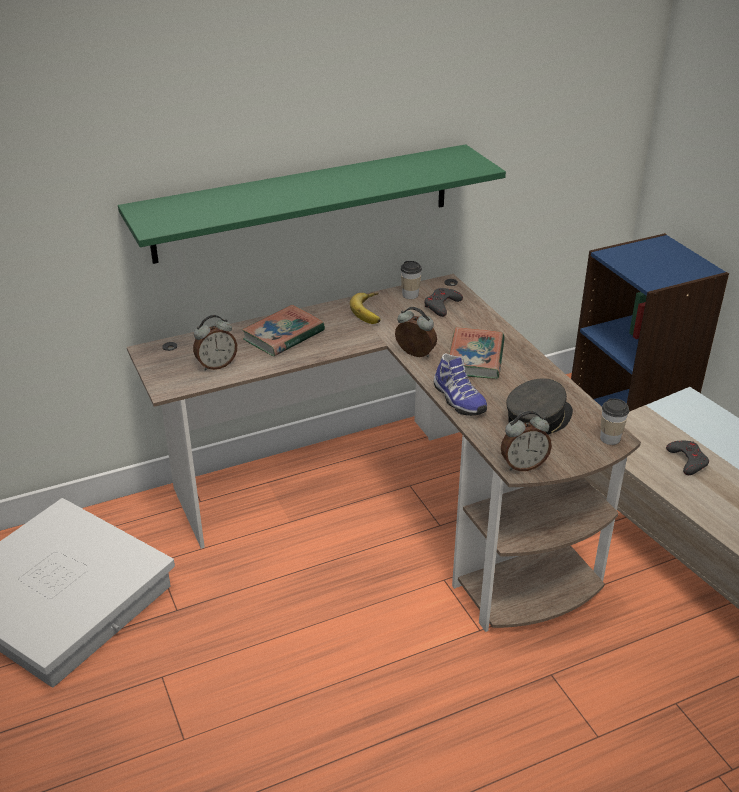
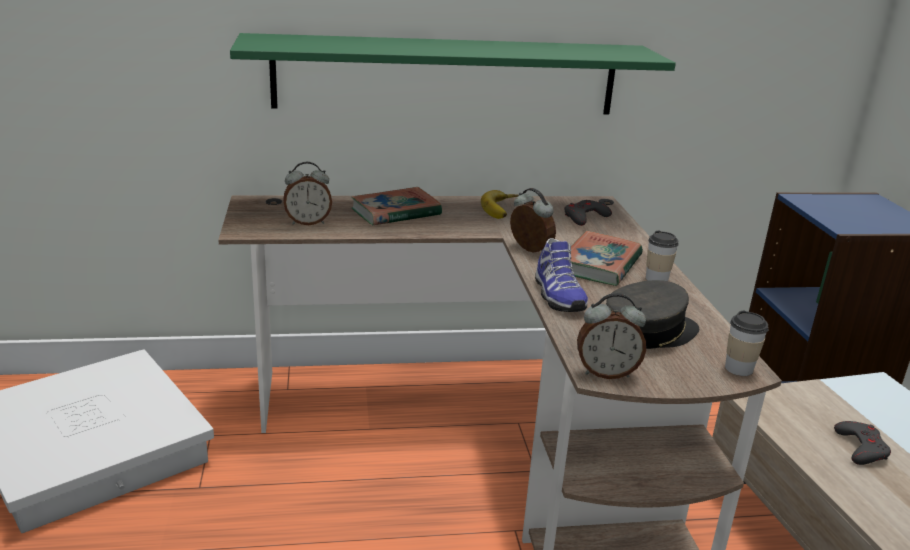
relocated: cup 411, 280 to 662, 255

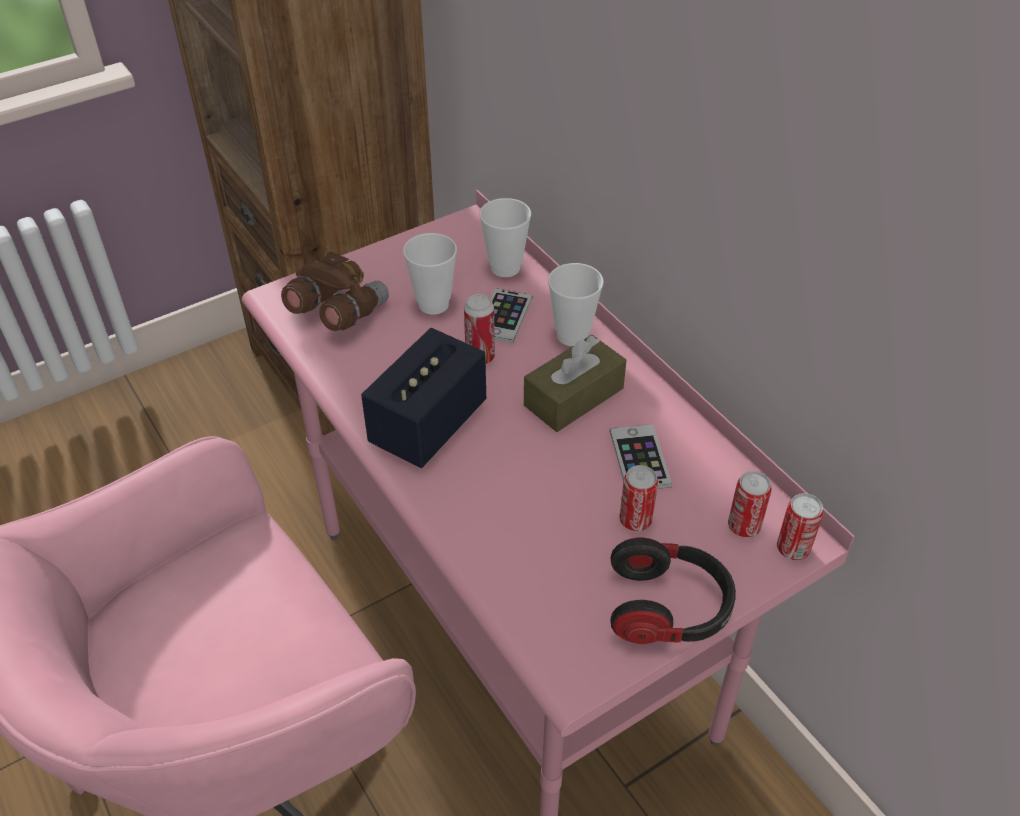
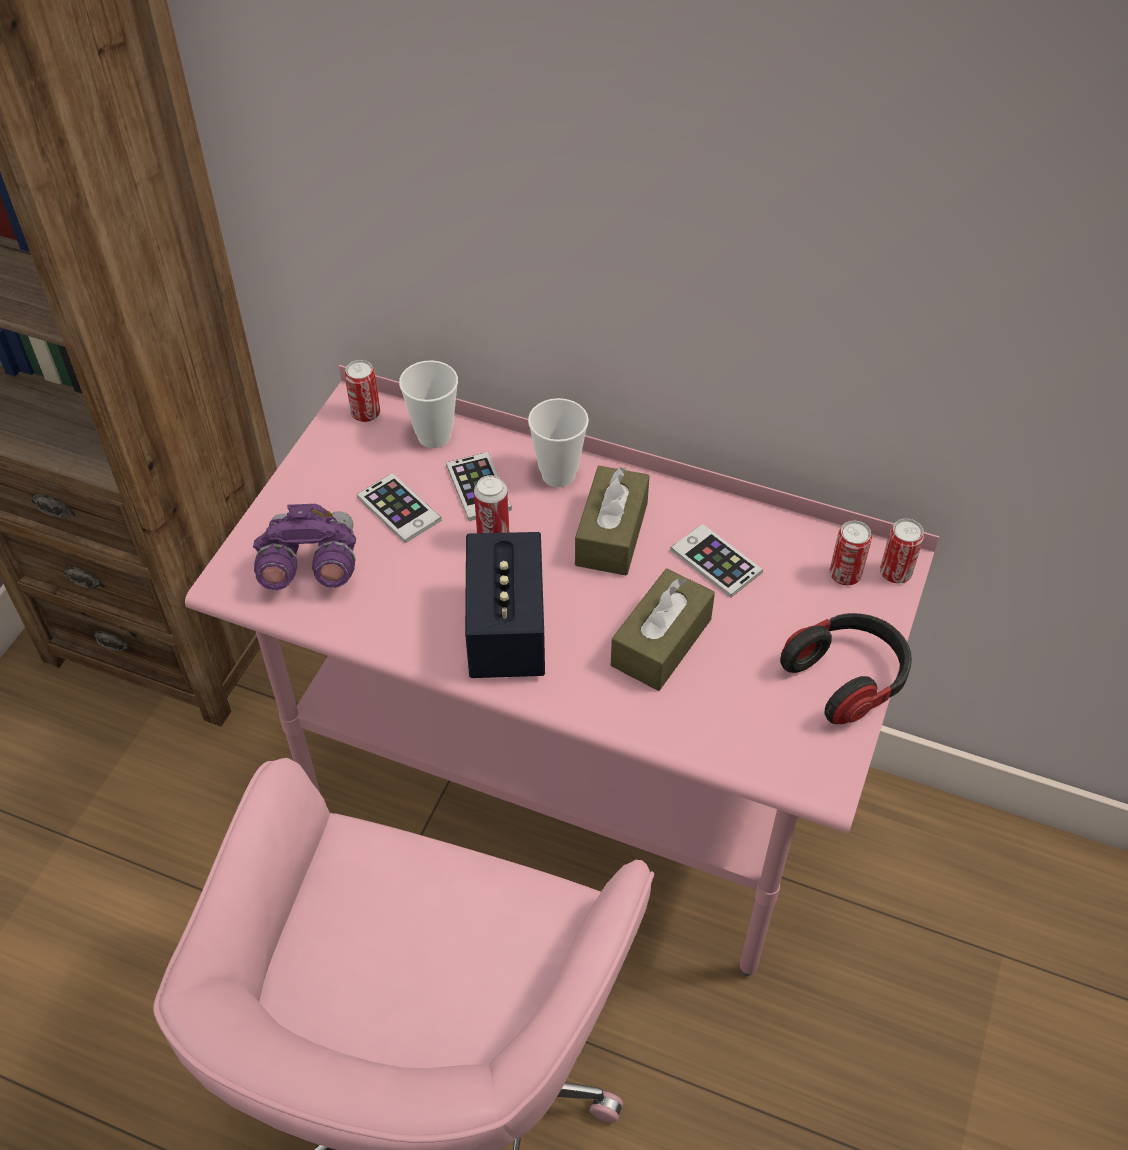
appeared: tissue box (brown) 663, 630
relocated: can 638, 498 to 362, 391
exchanged: cup 430, 274 to phone 399, 508
colour: binoculars (brown) 335, 291 to binoculars (purple) 304, 547

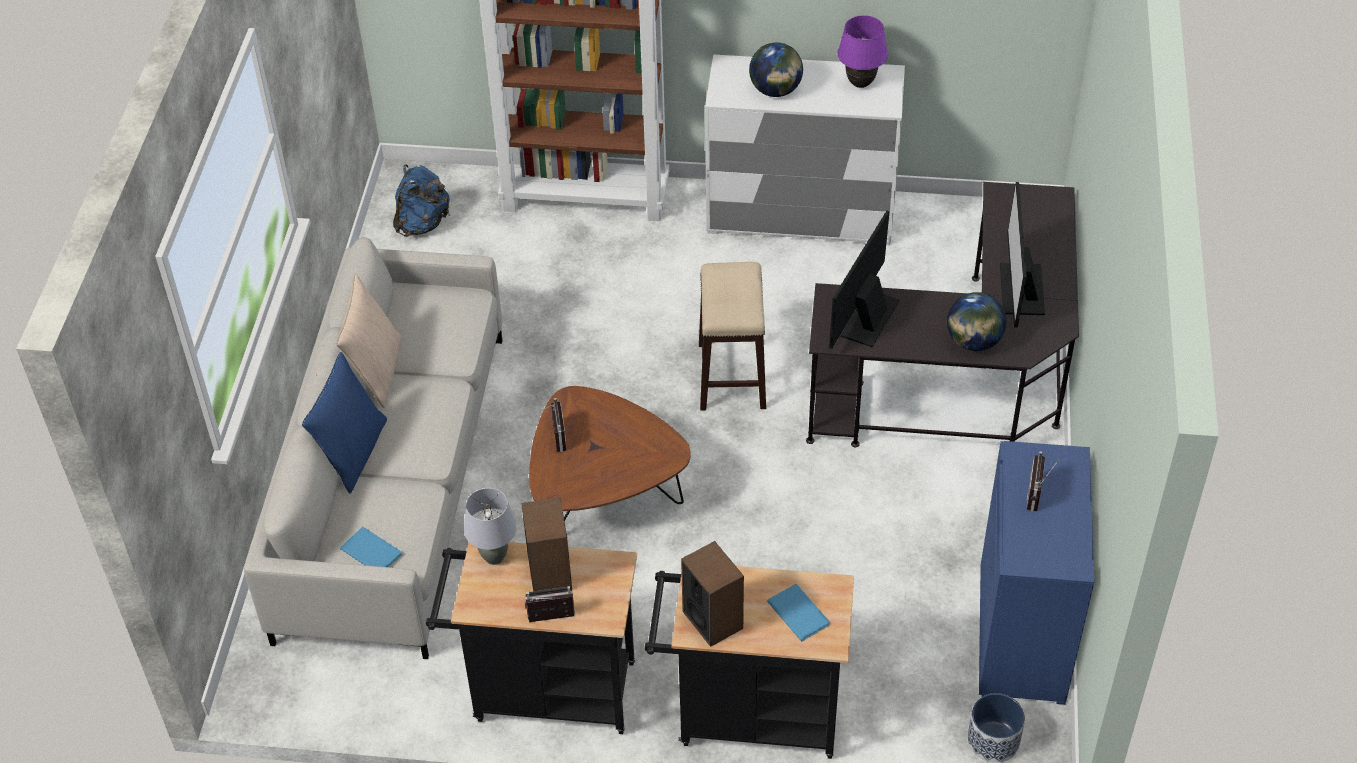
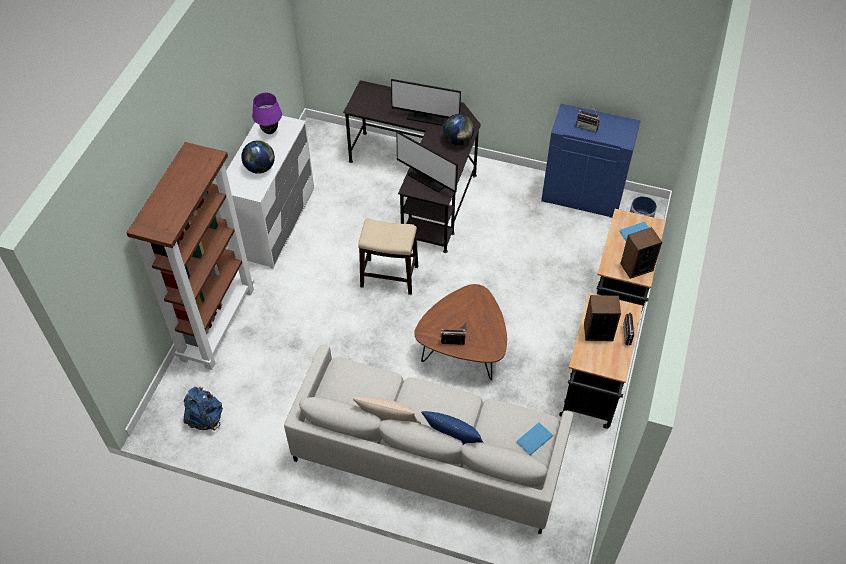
missing: table lamp (grey) 490, 526

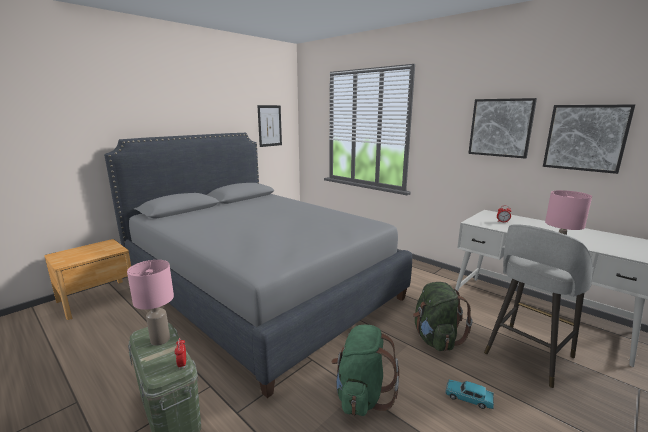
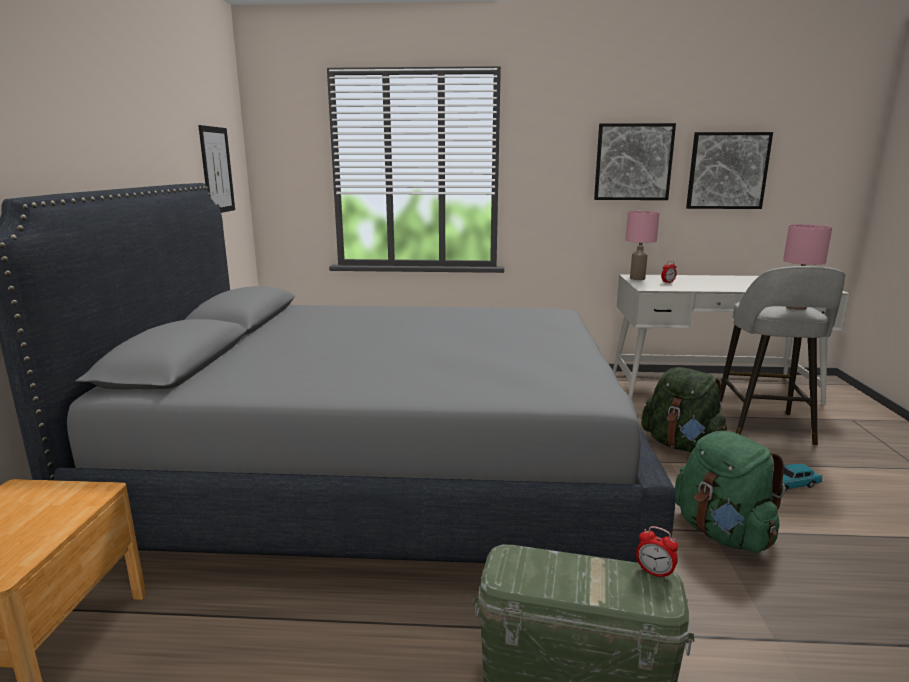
relocated: table lamp (pink) 150, 303 to 643, 245

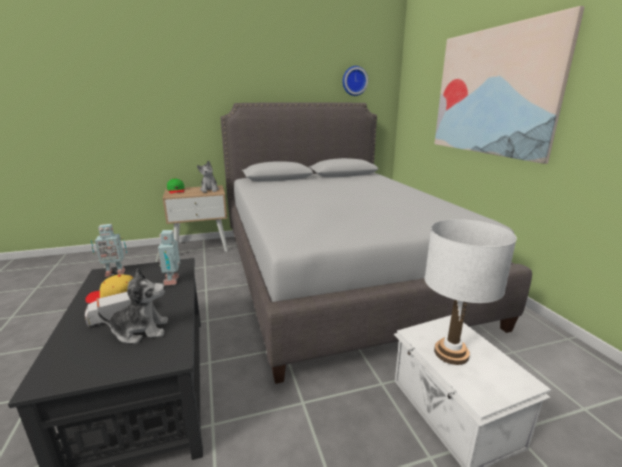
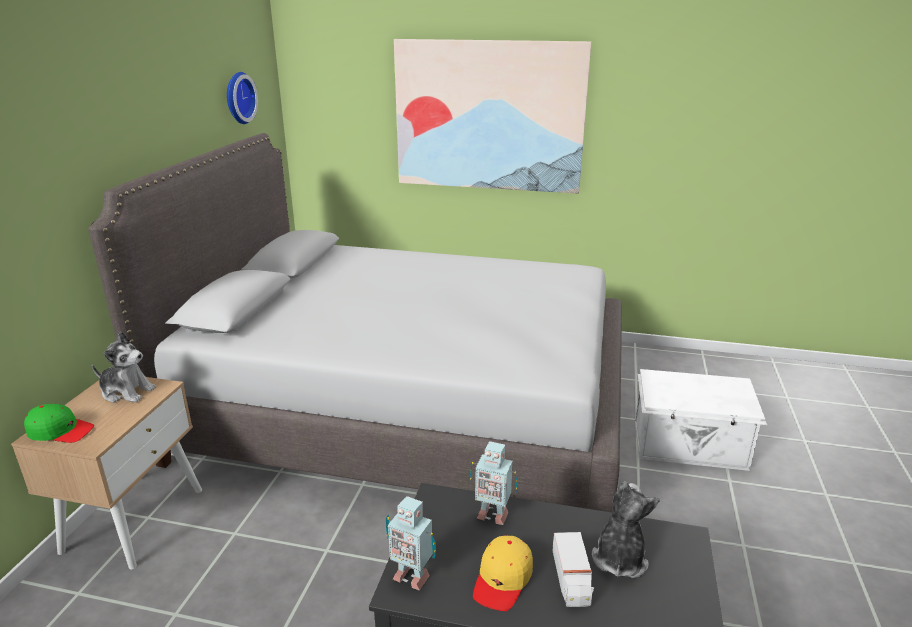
missing: table lamp (white) 471, 292
spun: toy robot 109, 250 = 411, 543 105 degrees clockwise

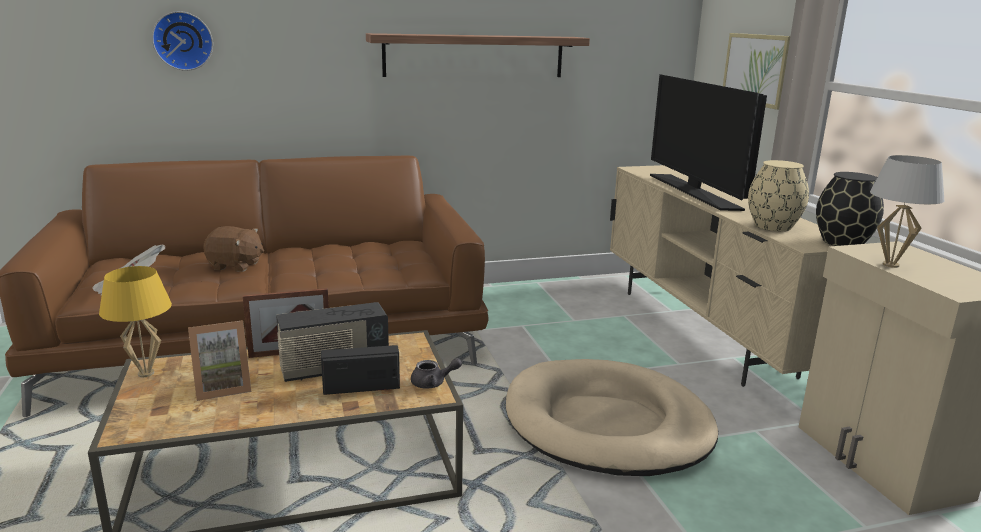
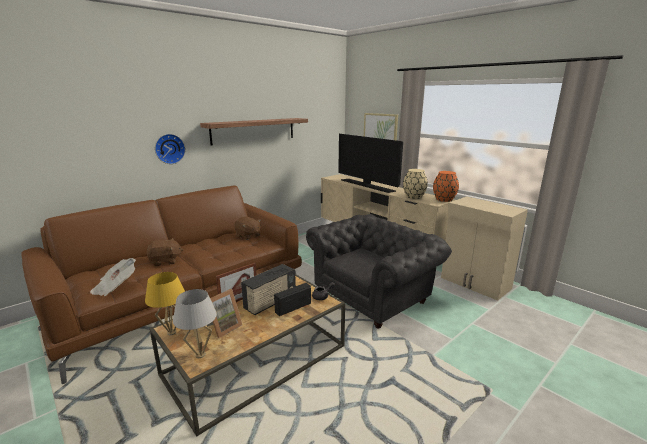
appeared: plush toy (brown) 247, 228
relocated: wall clock 182, 41 to 170, 149; table lamp (white) 907, 211 to 195, 323
exchanged: dog bed (beige) 612, 417 to armchair (grey) 379, 271
colour: vase (black) 850, 209 to vase (orange) 446, 186

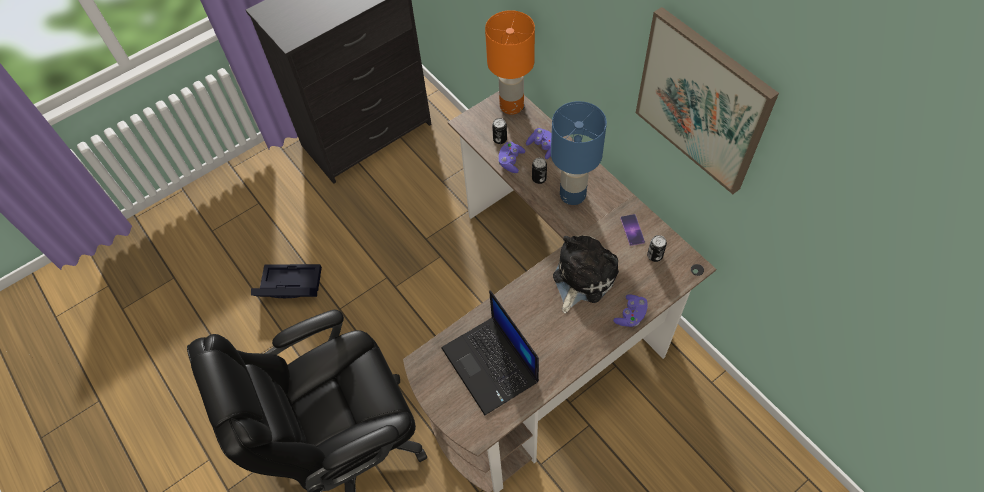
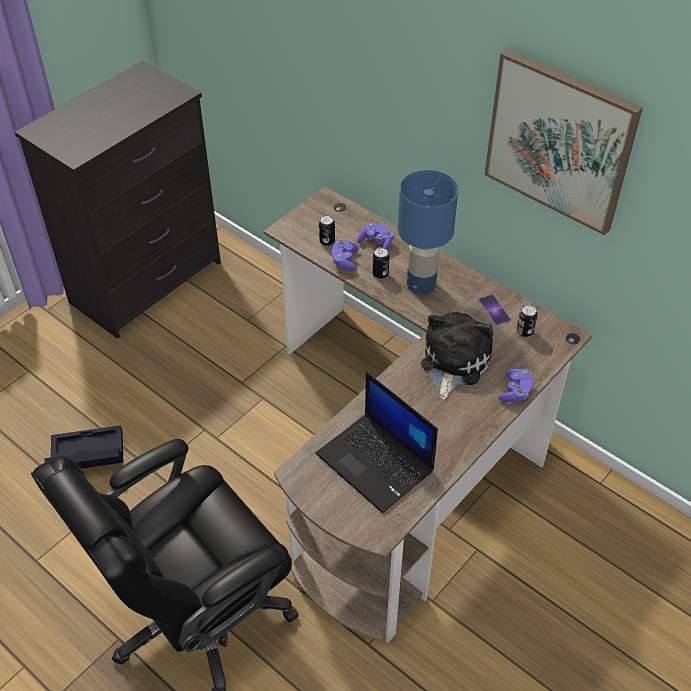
missing: table lamp (orange) 510, 62

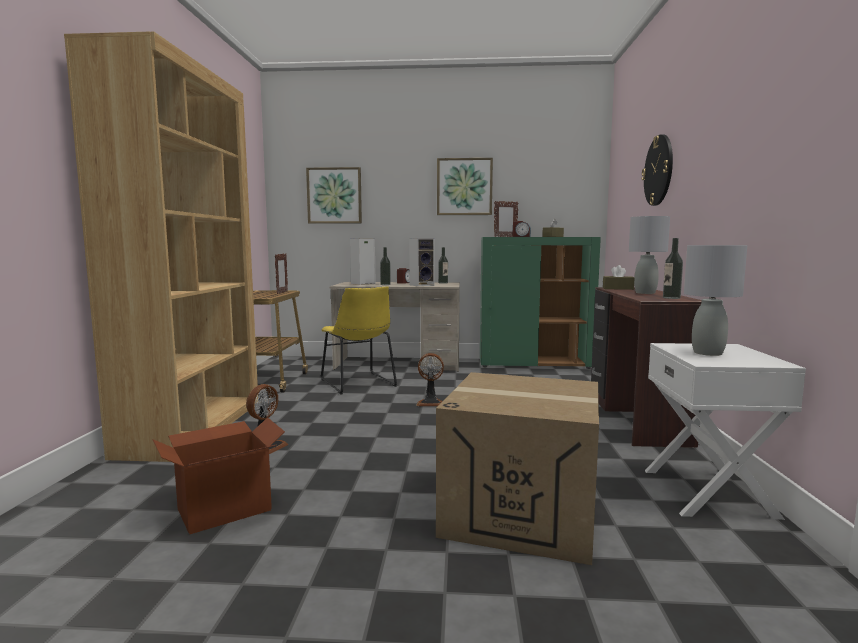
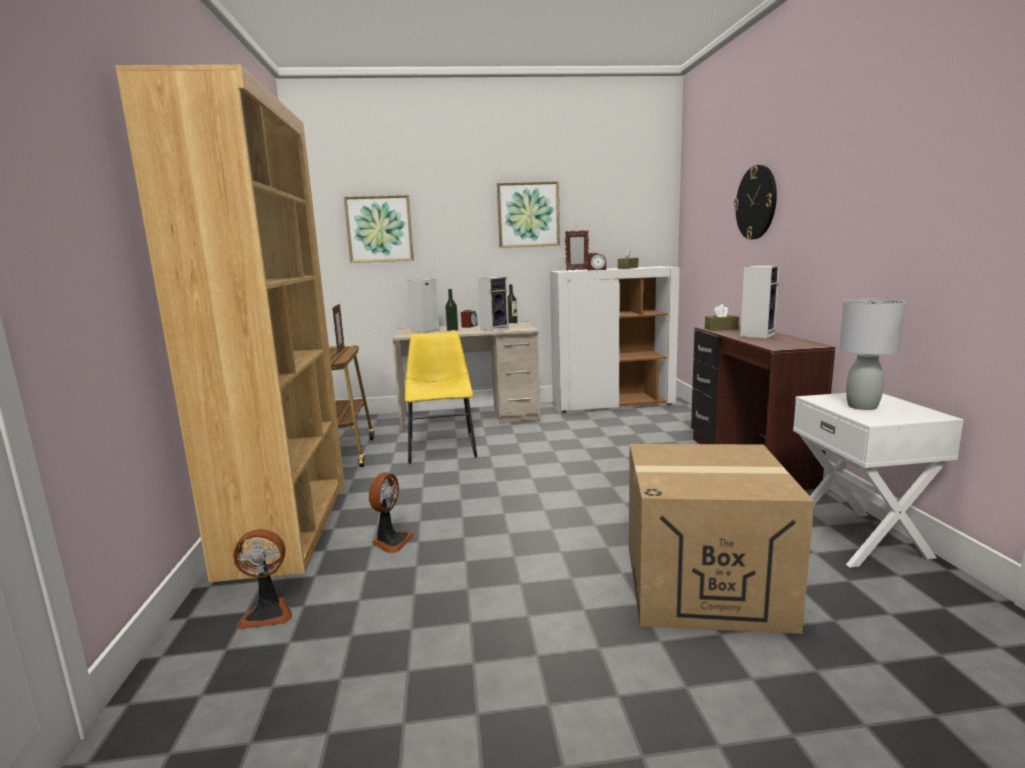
missing: cardboard box 219, 475; bottle 673, 268
relocated: fan 430, 379 to 262, 579
exchanged: table lamp (grey) 649, 255 to speaker 760, 301
colour: cabinet (green) 540, 303 to cabinet (white) 615, 339
spun: chair (yellow) 359, 340 = 441, 398 150 degrees counterclockwise

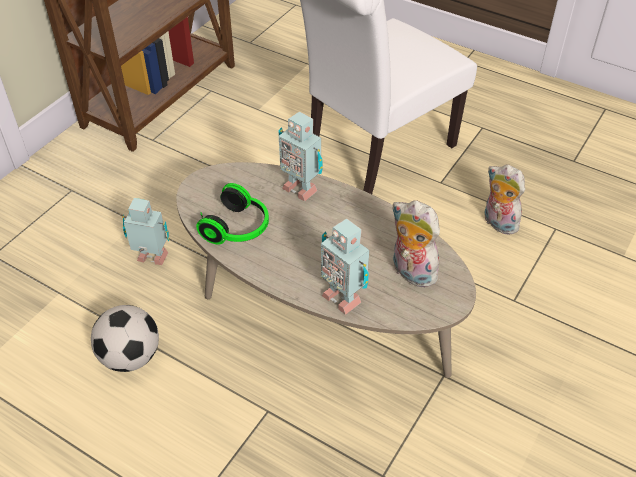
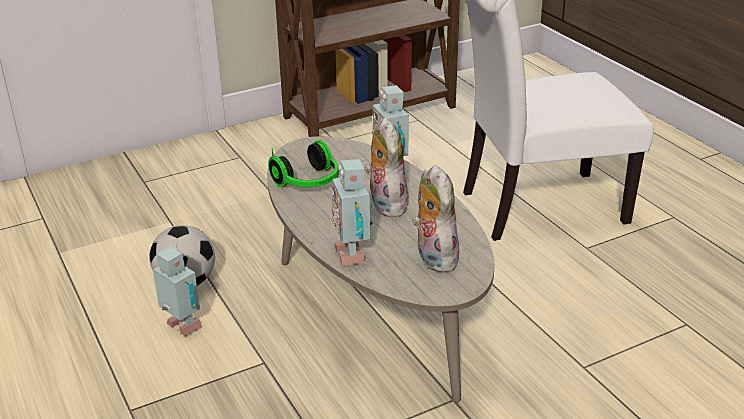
relocated: toy robot 145, 231 to 177, 291; plush toy 505, 199 to 386, 167

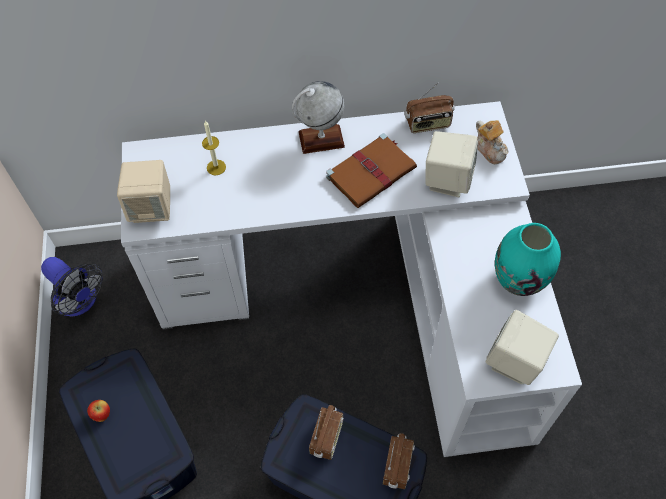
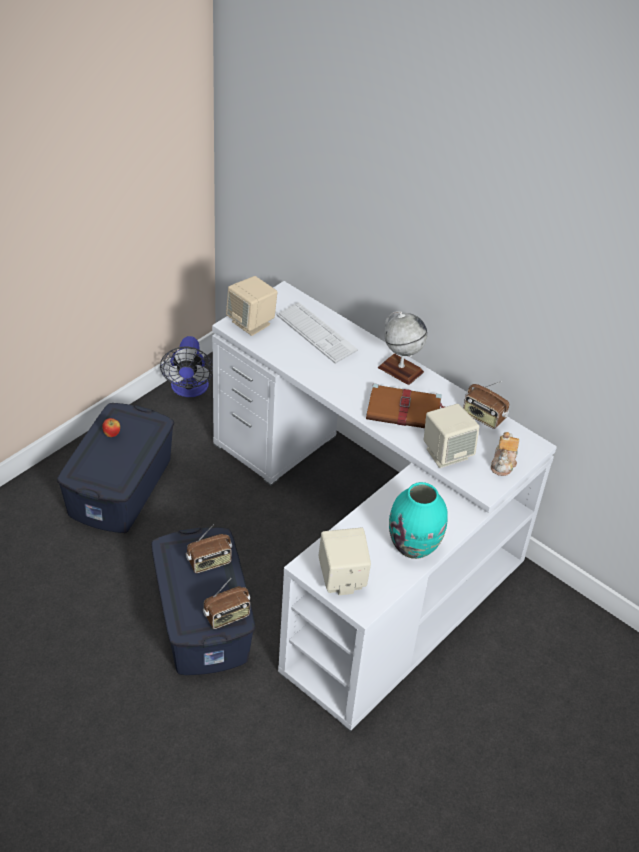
exchanged: candle 214, 148 to keyboard 317, 333

